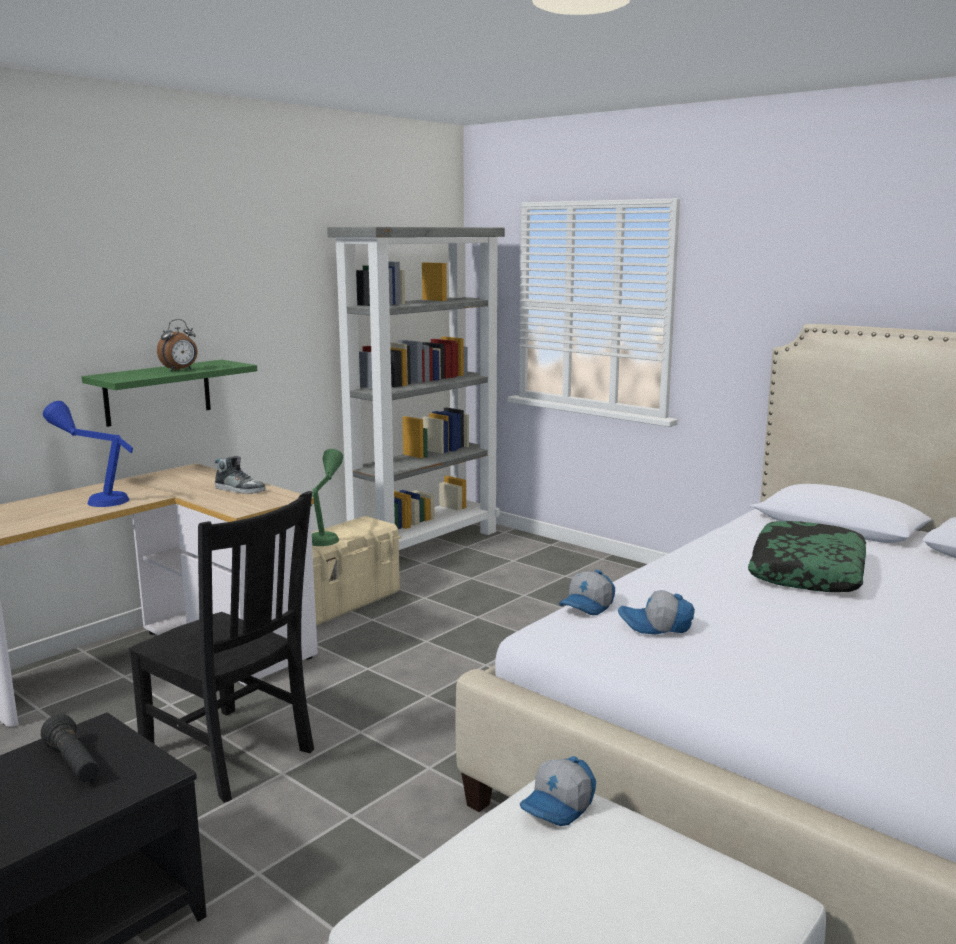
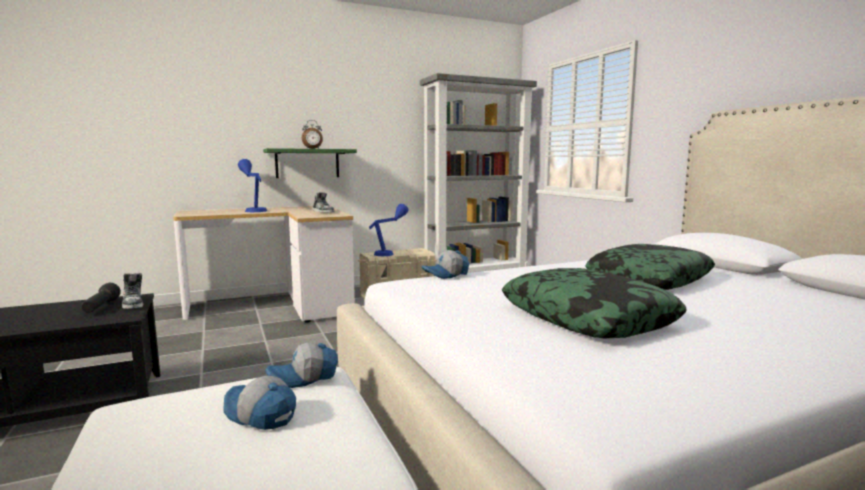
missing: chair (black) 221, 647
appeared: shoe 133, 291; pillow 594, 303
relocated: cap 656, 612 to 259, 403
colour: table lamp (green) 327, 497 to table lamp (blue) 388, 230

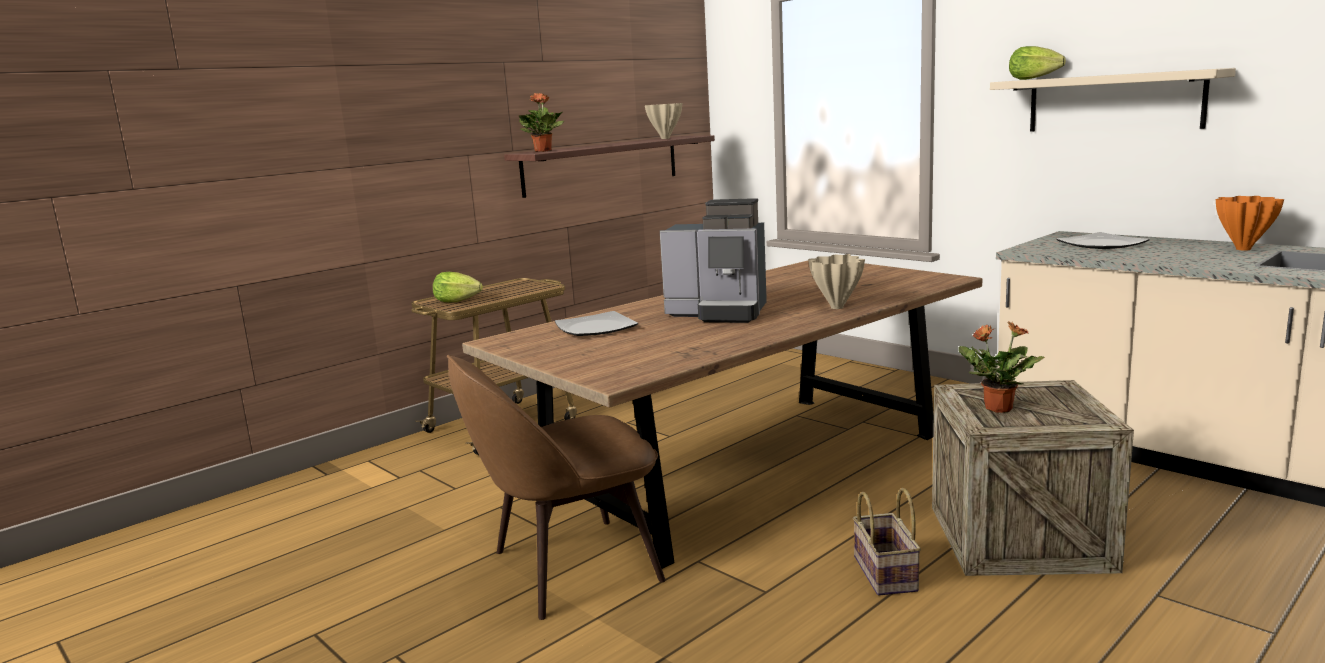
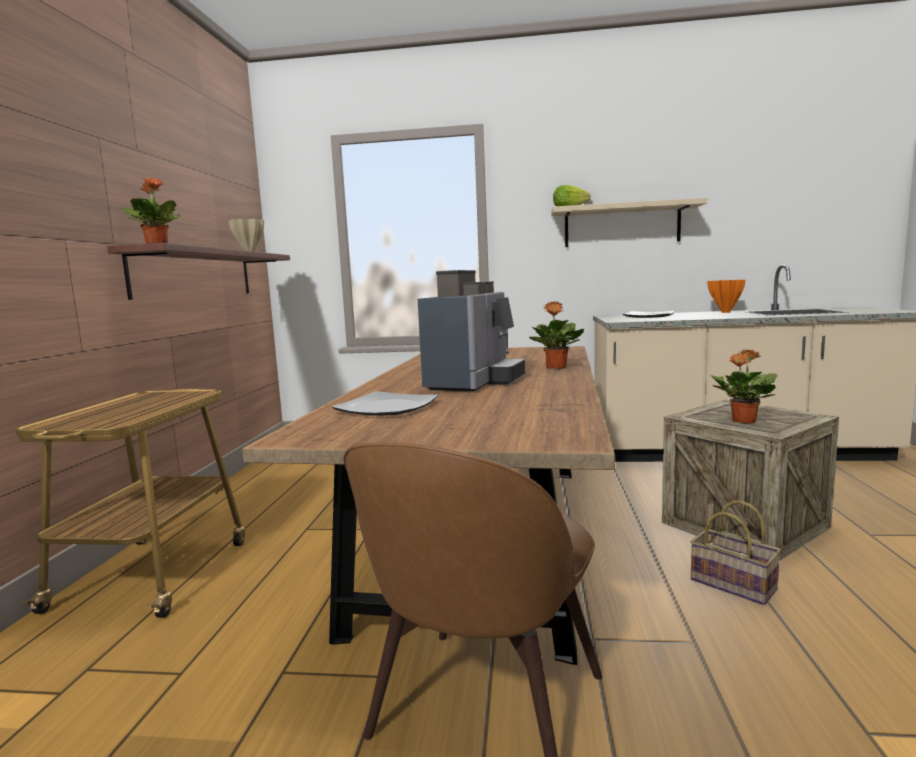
missing: lettuce 458, 287
exchanged: vase (beige) 836, 281 to potted plant 556, 335
spun: coffee machine 713, 260 = 471, 331 45 degrees counterclockwise

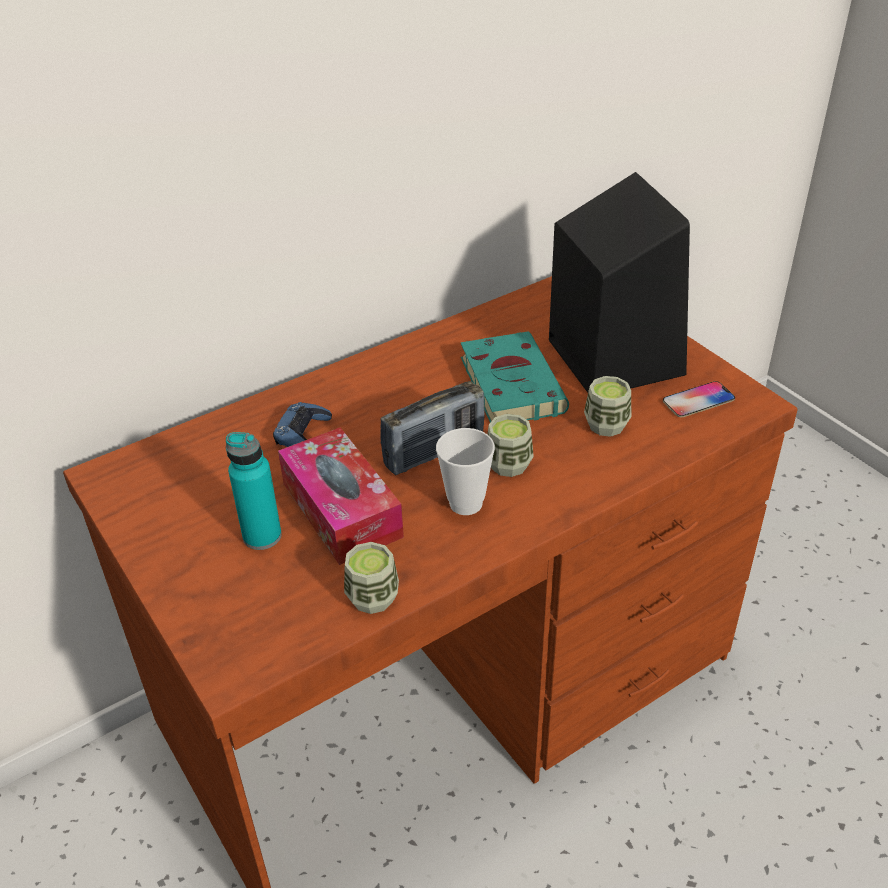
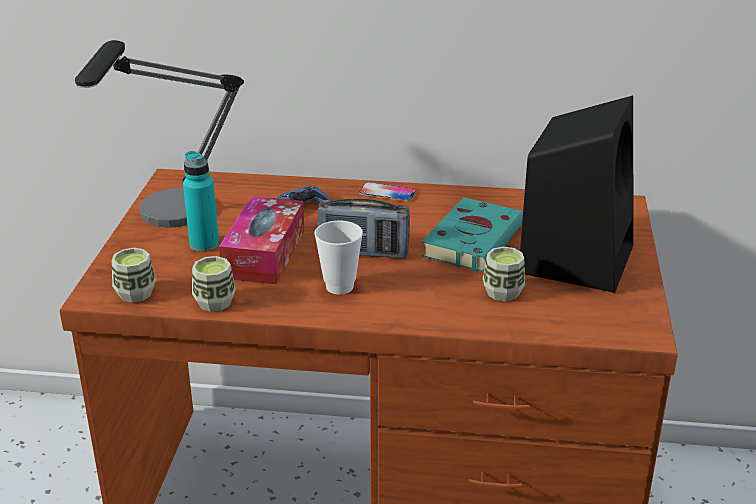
appeared: table lamp 159, 134
relocated: cup 510, 445 to 134, 275; phone 699, 399 to 387, 191

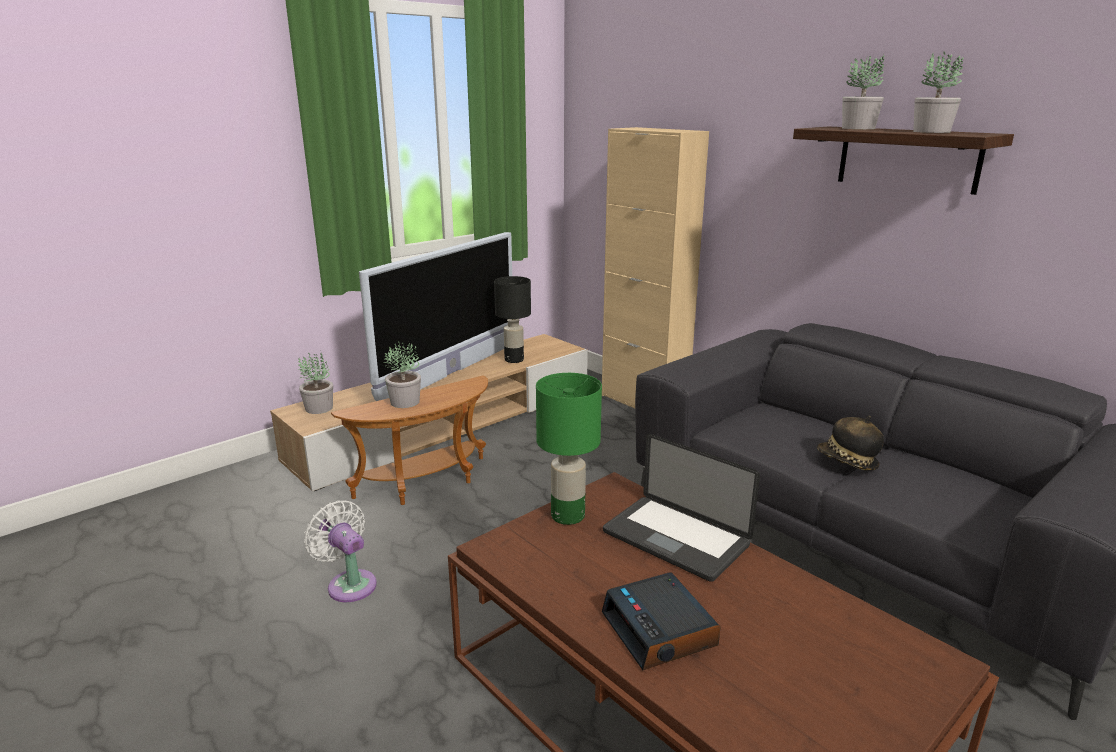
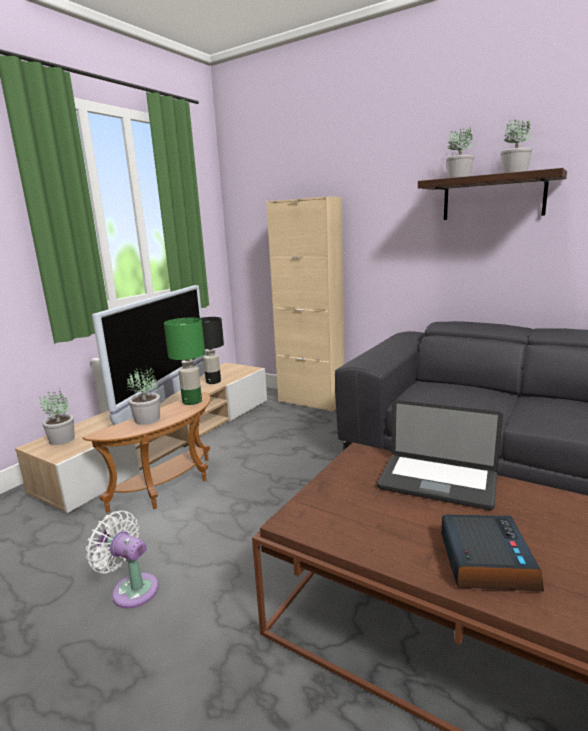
missing: hat 850, 443
relocated: table lamp (green) 569, 449 to 184, 361
spun: alarm clock 661, 621 = 492, 552 135 degrees counterclockwise

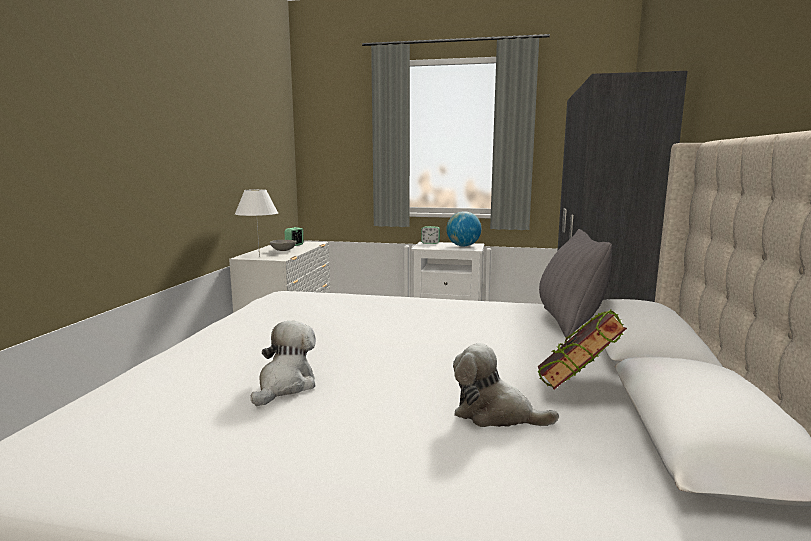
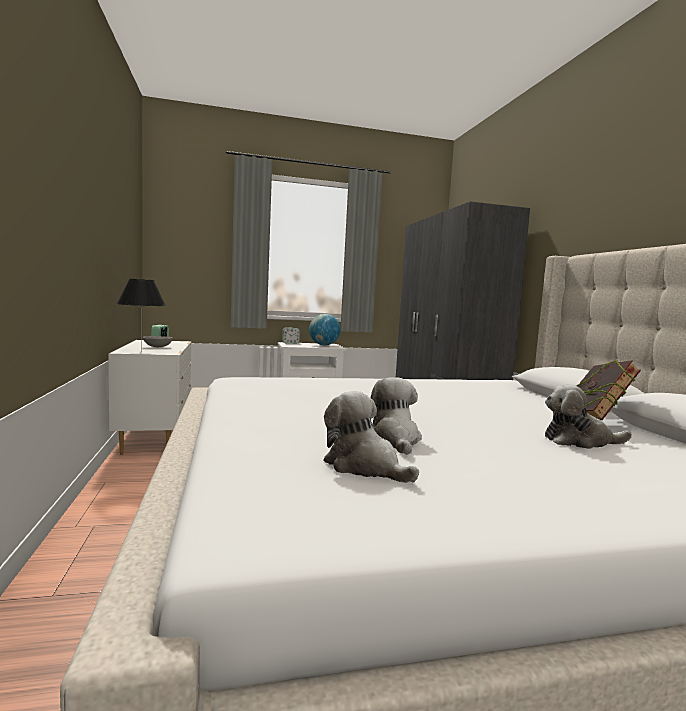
missing: pillow (grey) 575, 284
appeared: plush toy 371, 437
colour: table lamp (white) 256, 223 to table lamp (black) 141, 315

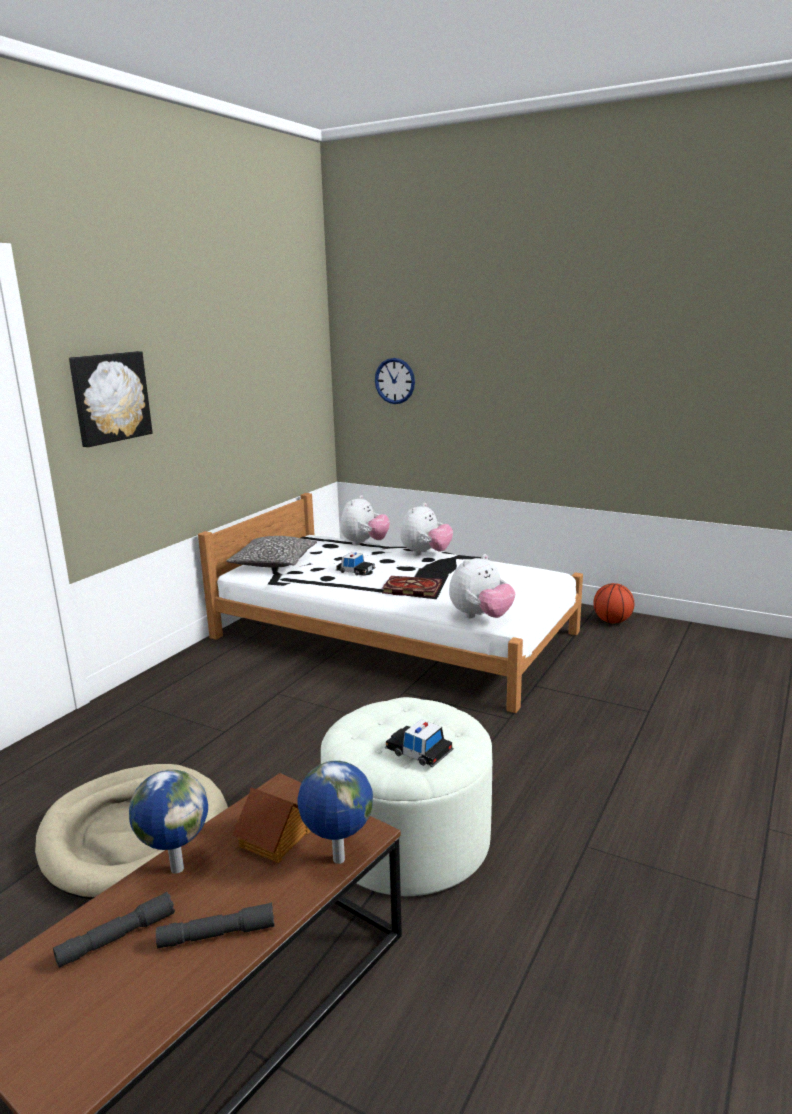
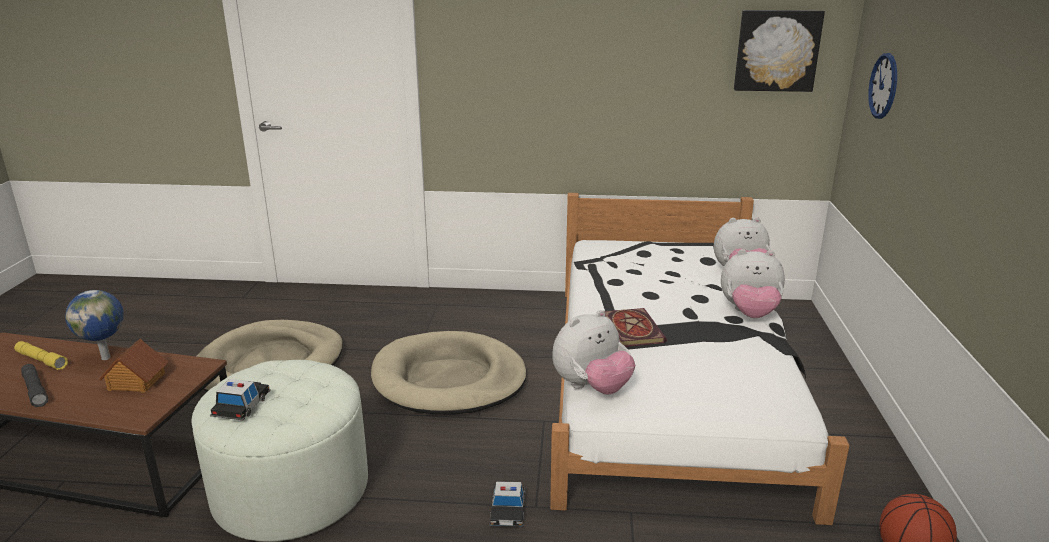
missing: pillow 271, 552; globe 335, 812
appeared: dog bed (beige) 449, 373
relocated: picture 111, 399 to 779, 51; toy car 356, 563 to 507, 504
colour: flashlight (grey) 114, 930 to flashlight (yellow) 41, 355
spun: plush toy 482, 586 = 593, 352 60 degrees counterclockwise

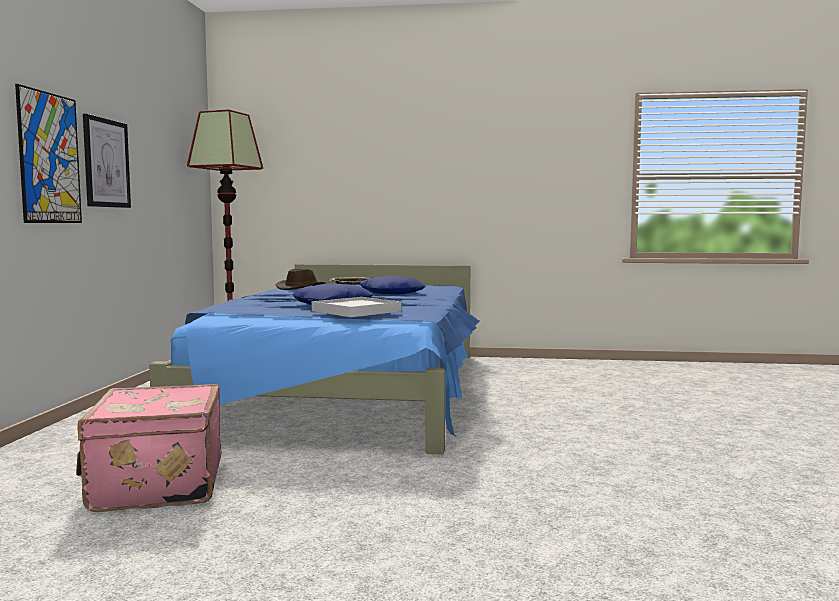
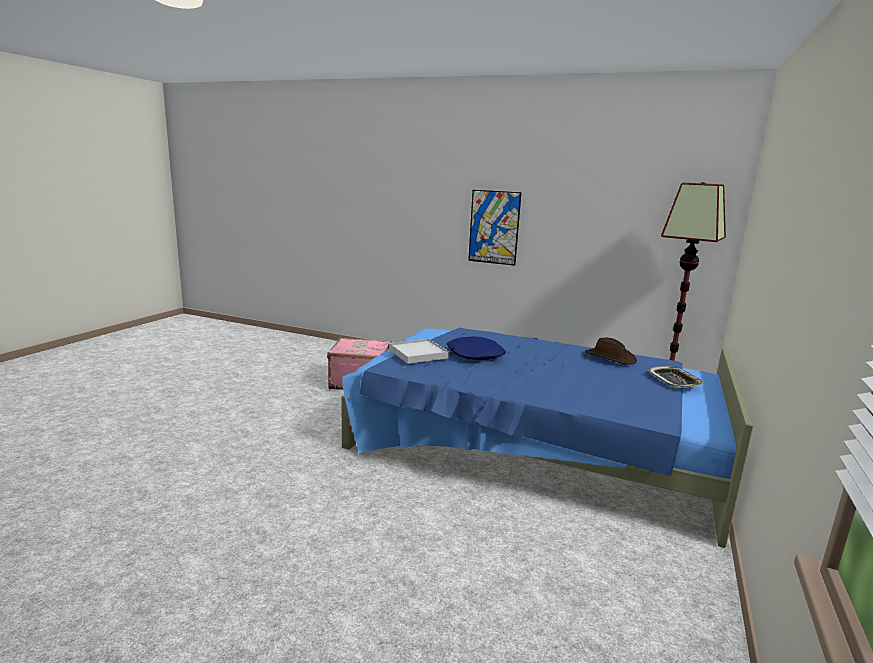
missing: picture 107, 161; pillow (blue) 392, 285

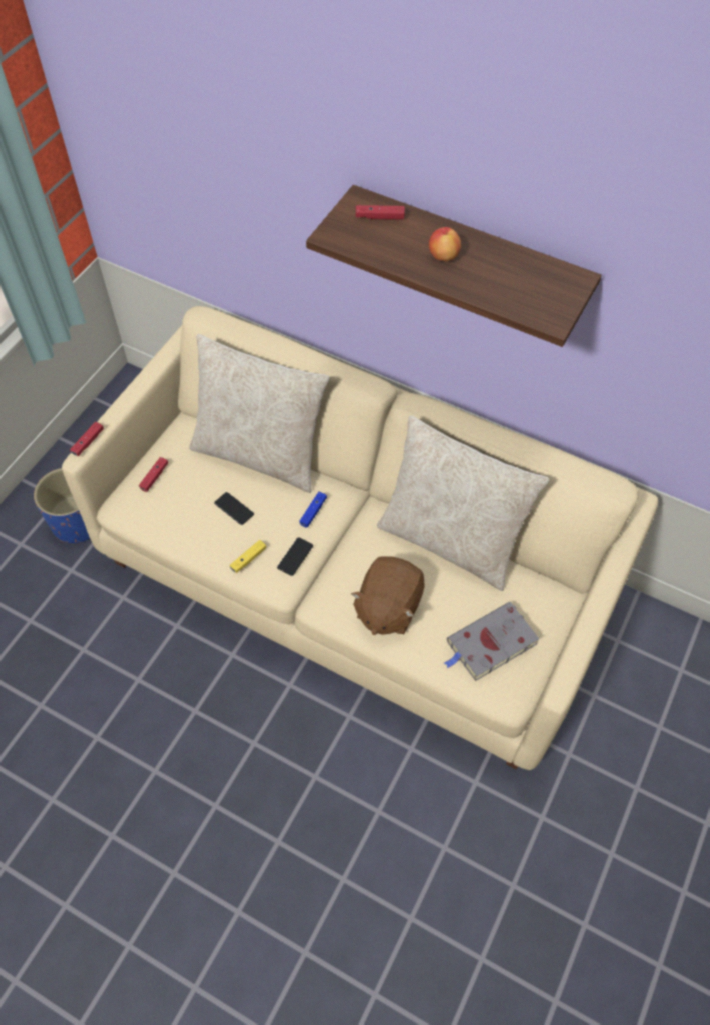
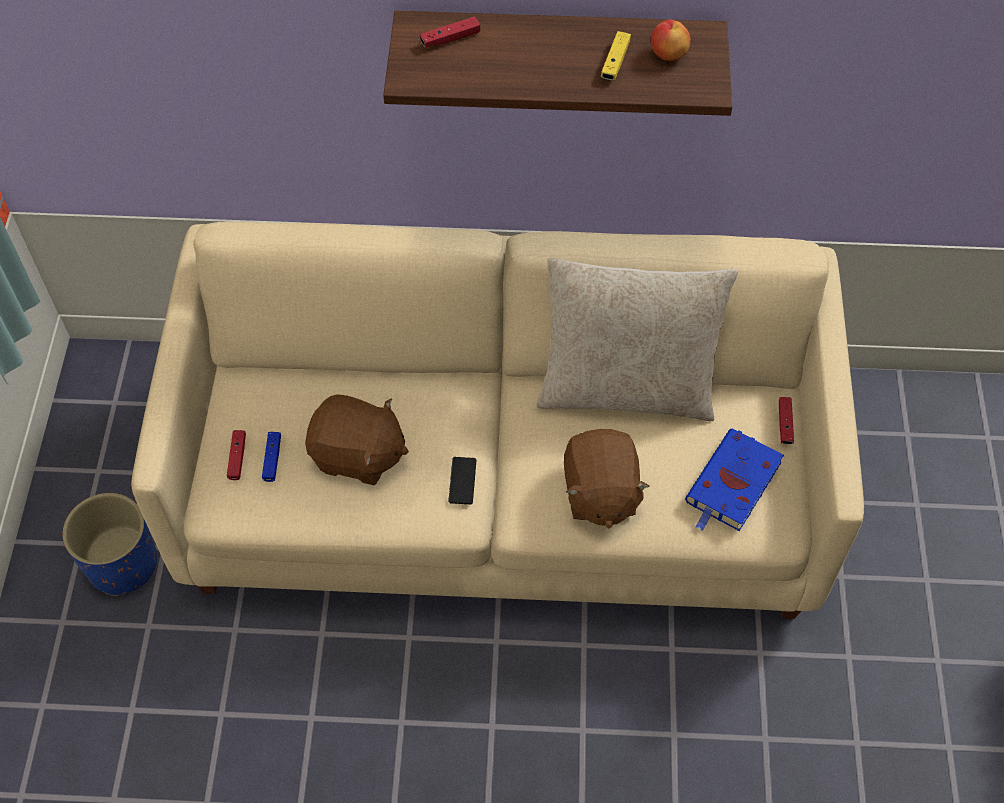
missing: pillow (beige) 259, 413
relocated: game controller (red) 87, 439 to 786, 420; game controller (yellow) 248, 556 to 616, 55; game controller (blue) 313, 510 to 271, 457; apple 445, 244 to 671, 40
exchanged: phone 234, 508 to plush toy (brown) 357, 439
colour: book (grey) 491, 641 to book (blue) 734, 479

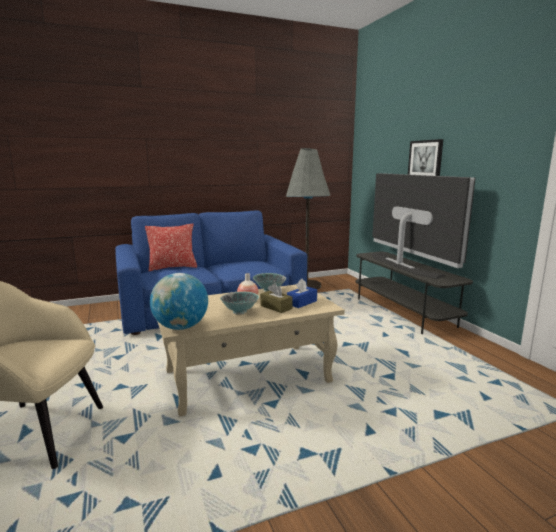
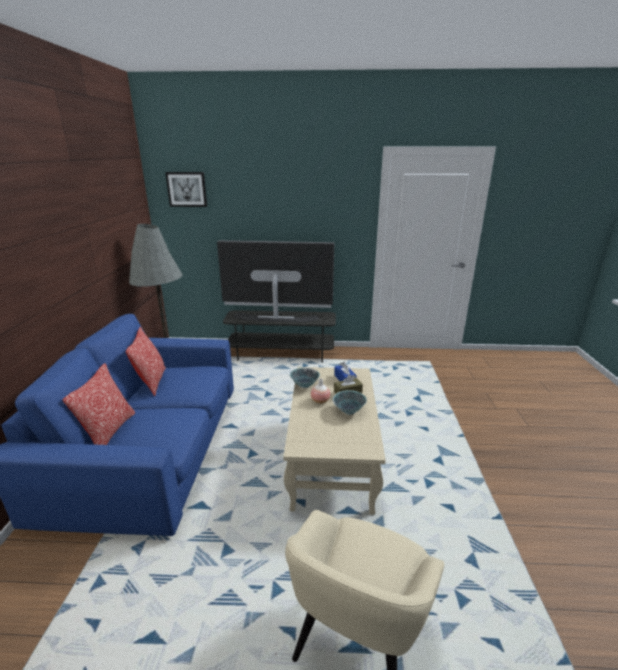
missing: globe 179, 301
appeared: pillow 146, 361
relocated: picture 425, 157 to 186, 189

